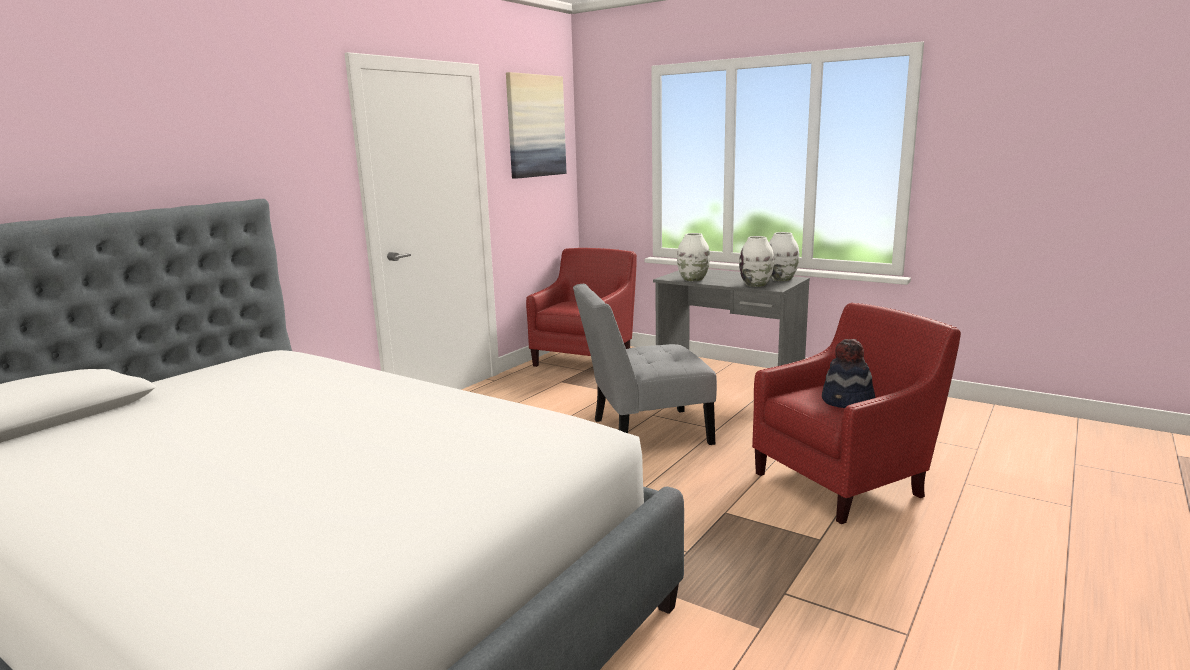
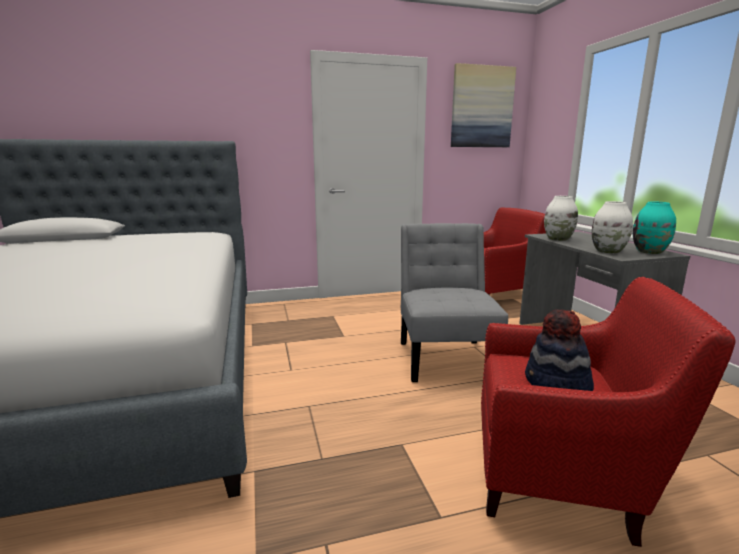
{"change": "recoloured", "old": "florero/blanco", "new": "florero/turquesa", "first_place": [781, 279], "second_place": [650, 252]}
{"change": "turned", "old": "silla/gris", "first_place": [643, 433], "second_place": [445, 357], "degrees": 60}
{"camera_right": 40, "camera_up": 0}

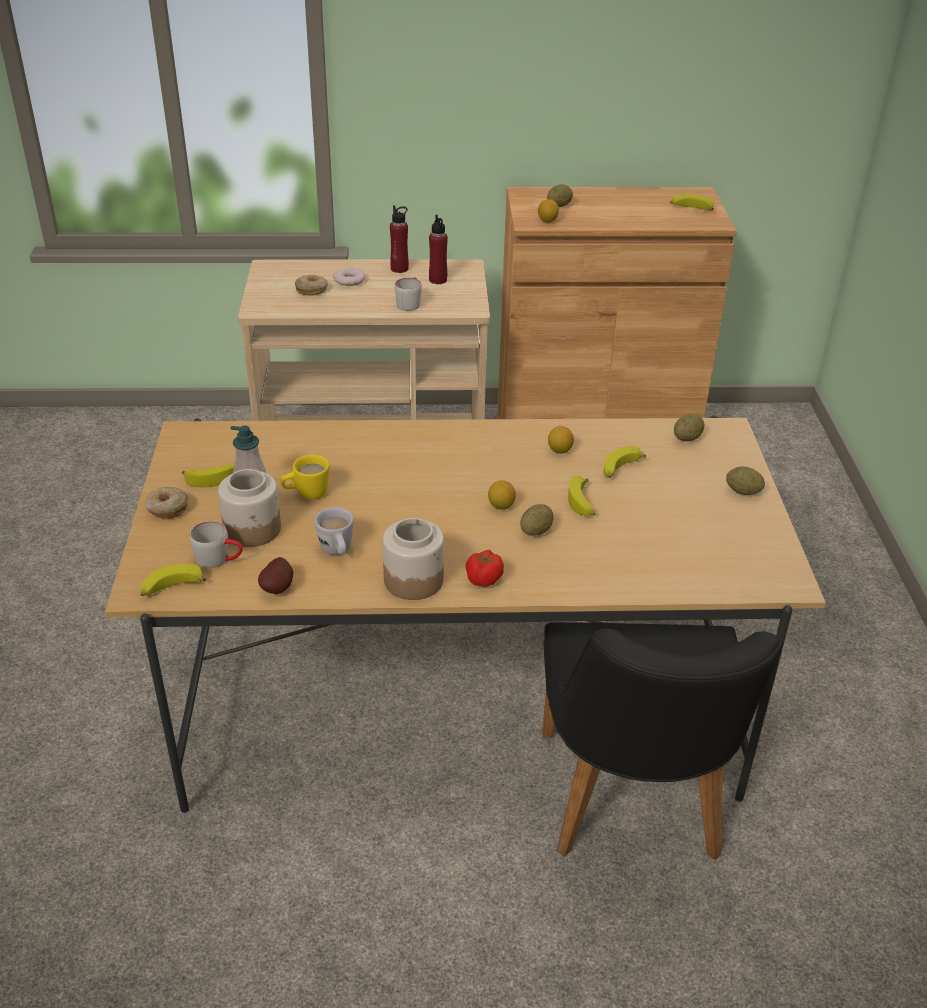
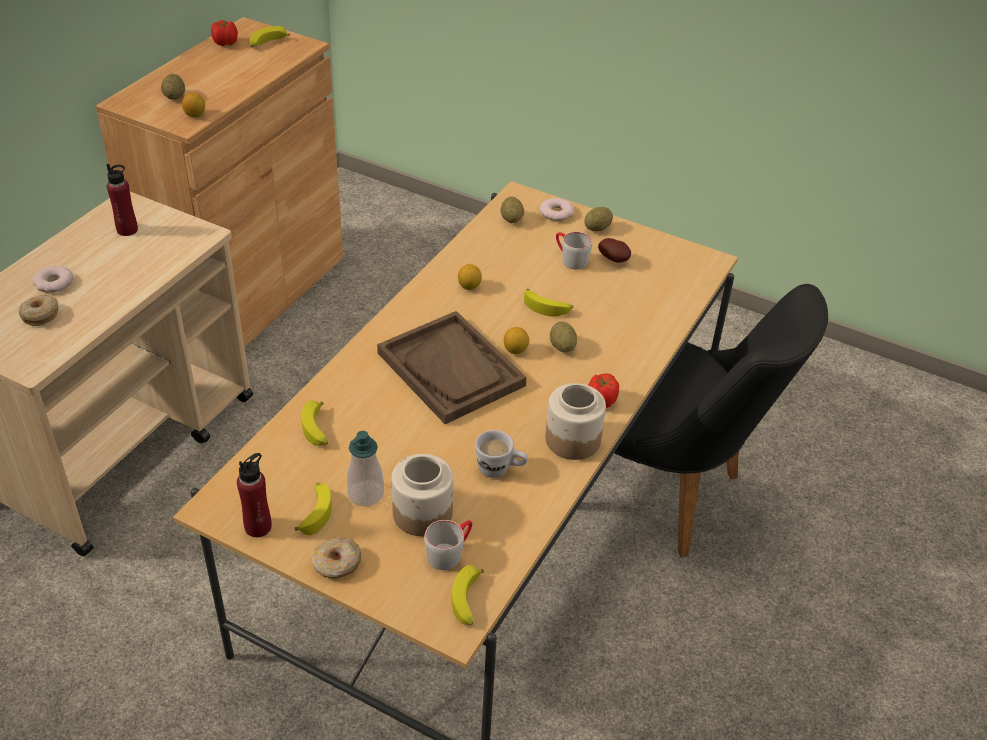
{"change": "moved", "old": "botella/rojo", "first_place": [399, 269], "second_place": [258, 527]}
{"change": "moved", "old": "taza grande/gris", "first_place": [409, 303], "second_place": [570, 259]}
{"change": "moved", "old": "plátano", "first_place": [620, 469], "second_place": [317, 429]}
{"change": "removed", "old": "taza grande/amarillo", "first_place": [306, 494]}
{"change": "moved", "old": "patata", "first_place": [279, 588], "second_place": [615, 260]}
{"change": "added", "new": "tomate", "second_place": [226, 43]}
{"change": "added", "new": "rosquilla", "second_place": [556, 213]}
{"change": "added", "new": "bandeja/marrón", "second_place": [451, 369]}
{"camera_right": -60, "camera_up": 5}

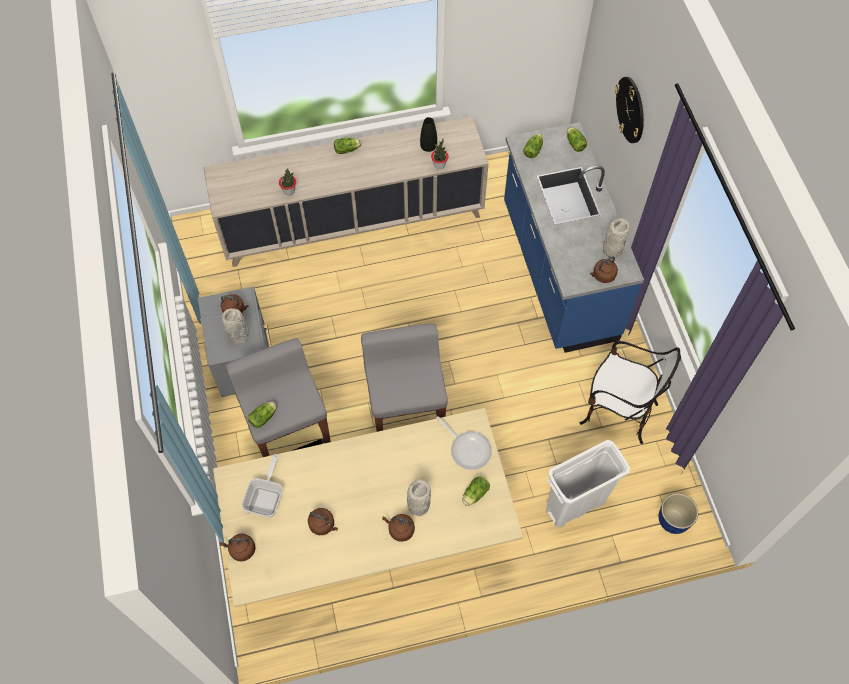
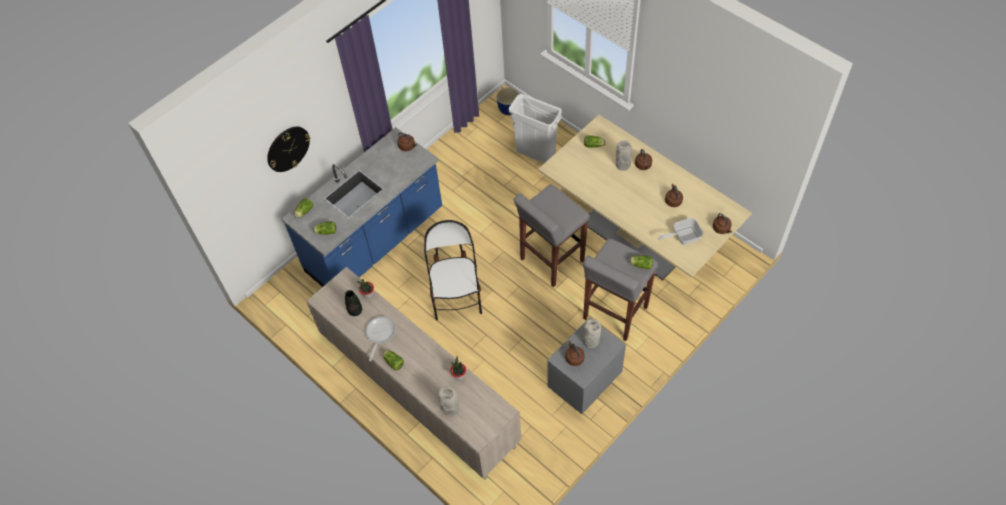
{"change": "moved", "old": "florero/gris", "first_place": [611, 250], "second_place": [451, 409]}
{"change": "moved", "old": "silla", "first_place": [618, 411], "second_place": [456, 297]}
{"change": "moved", "old": "sartén", "first_place": [468, 449], "second_place": [380, 334]}
{"camera_right": -120, "camera_up": -5}

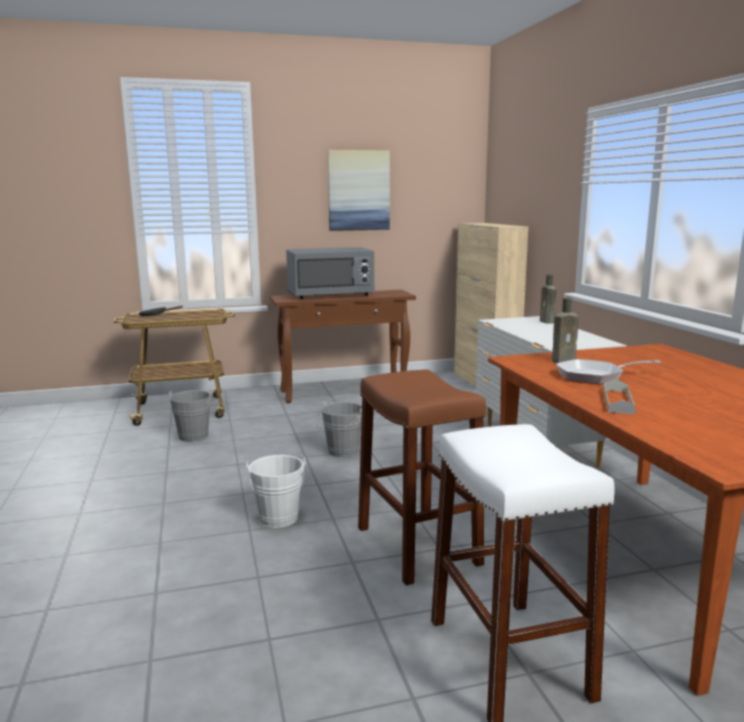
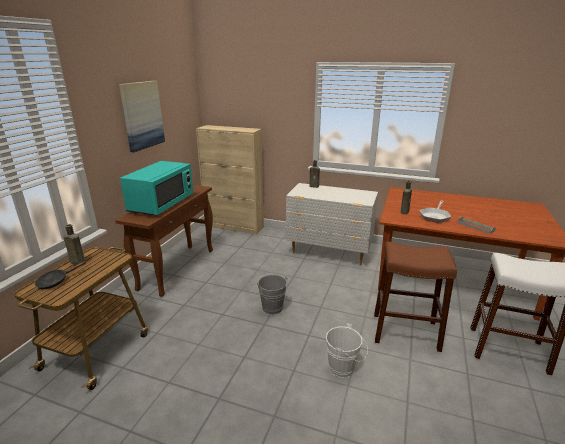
{"change": "recoloured", "old": "microondas/gris", "new": "microondas/turquesa", "first_place": [330, 295], "second_place": [161, 204]}
{"change": "removed", "old": "cubo/gris", "first_place": [195, 435]}
{"change": "added", "new": "botella/marrón", "second_place": [77, 262]}
{"camera_right": -55, "camera_up": 10}

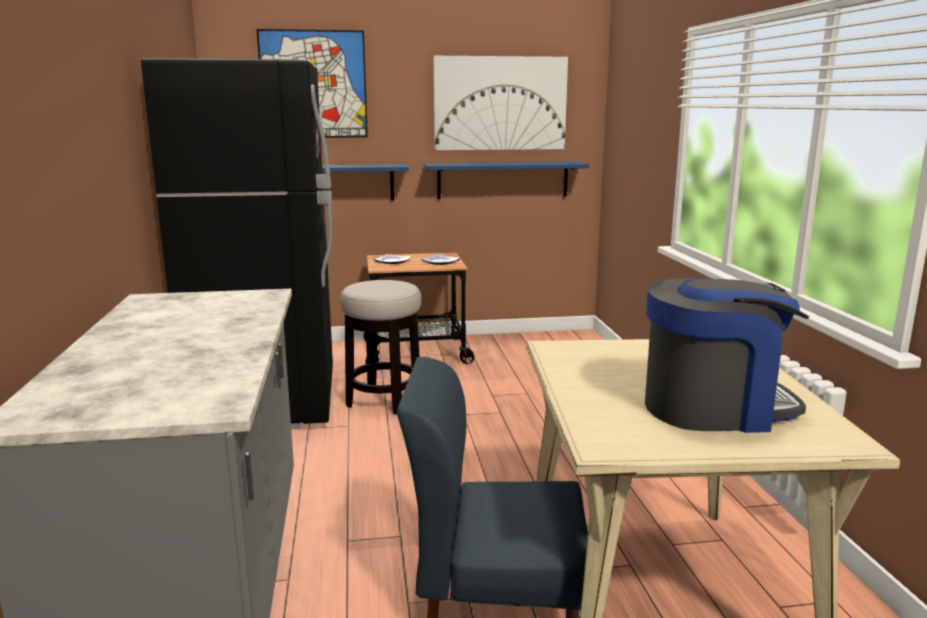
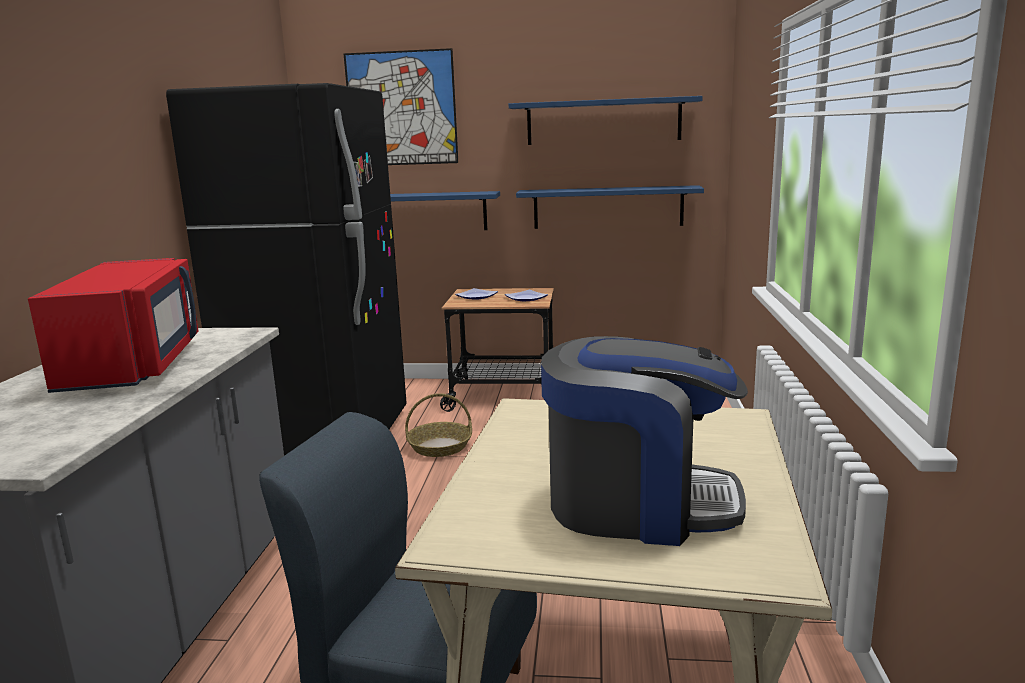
{"change": "replaced", "old": "cuadro", "new": "estante/azul", "first_place": [500, 103], "second_place": [603, 121]}
{"change": "replaced", "old": "taburete", "new": "cesta", "first_place": [384, 399], "second_place": [440, 446]}
{"change": "added", "new": "microondas/rojo", "second_place": [136, 365]}
{"camera_right": 15, "camera_up": 0}

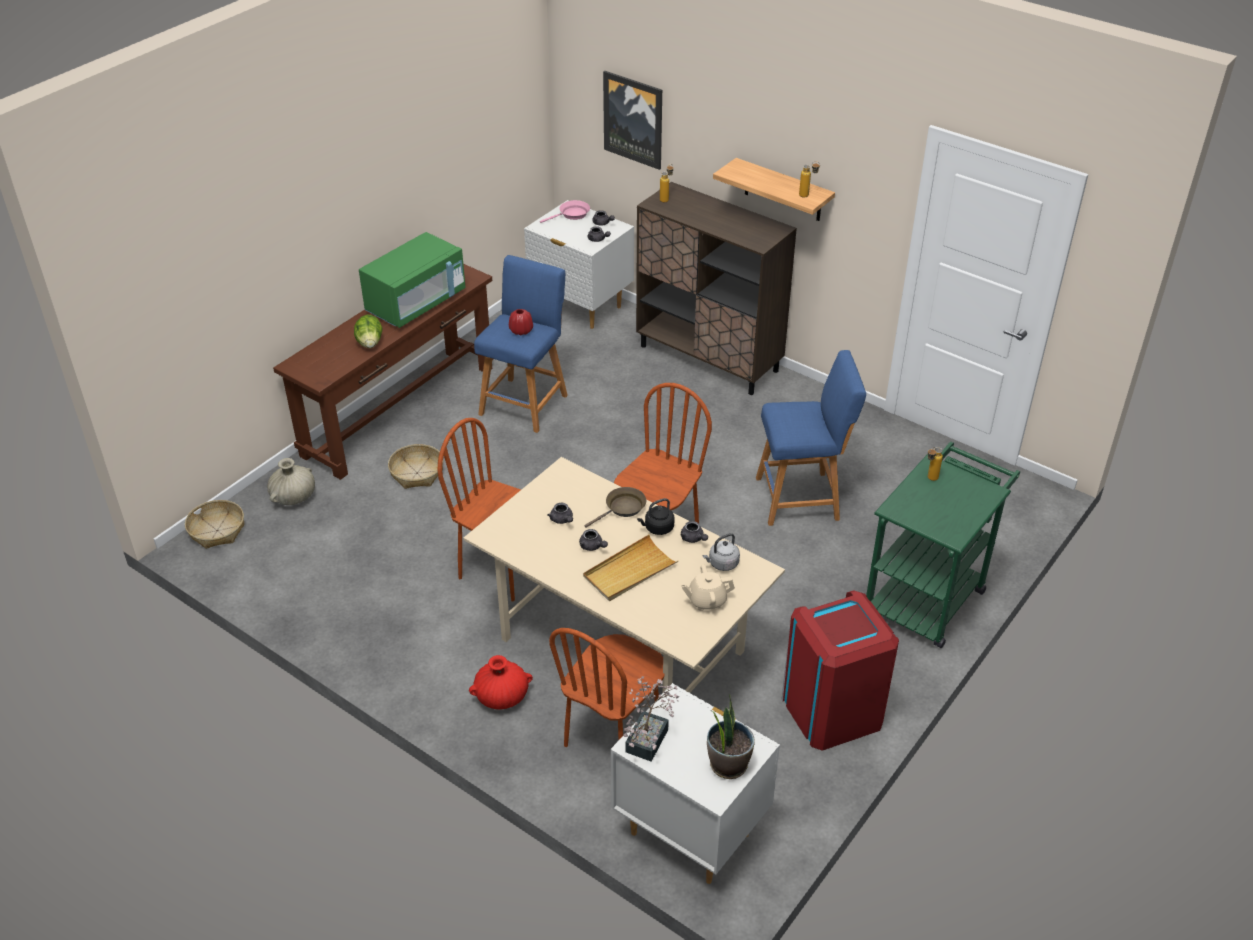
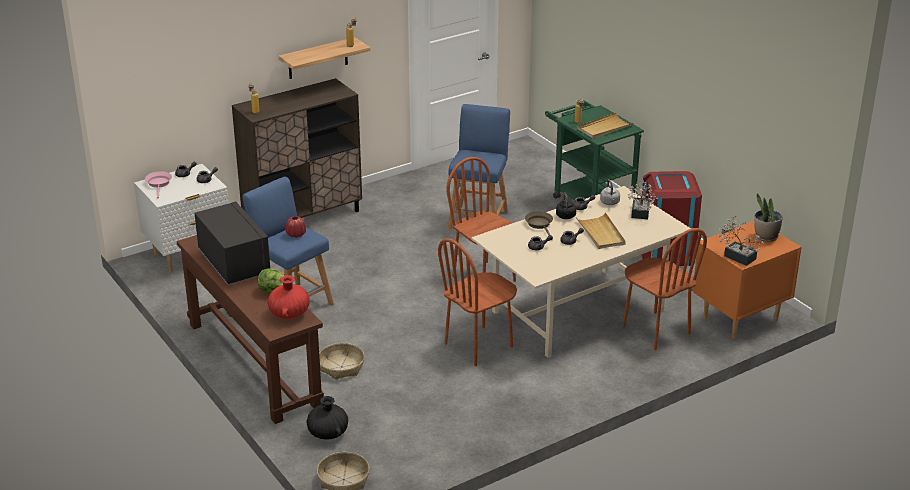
{"change": "removed", "old": "cuadro", "first_place": [633, 119]}
{"change": "recoloured", "old": "microondas/verde", "new": "microondas/negro", "first_place": [416, 303], "second_place": [234, 263]}
{"change": "recoloured", "old": "florero/beis", "new": "florero/negro", "first_place": [294, 497], "second_place": [328, 433]}
{"change": "replaced", "old": "tetera/beis", "new": "planta en maceta", "first_place": [706, 601], "second_place": [639, 214]}
{"change": "moved", "old": "florero/rojo", "first_place": [502, 697], "second_place": [289, 313]}
{"change": "recoloured", "old": "mesita de noche/blanco", "new": "mesita de noche/naranja", "first_place": [690, 833], "second_place": [739, 318]}
{"change": "added", "new": "bandeja/beis", "second_place": [604, 128]}
{"camera_right": -70, "camera_up": -10}

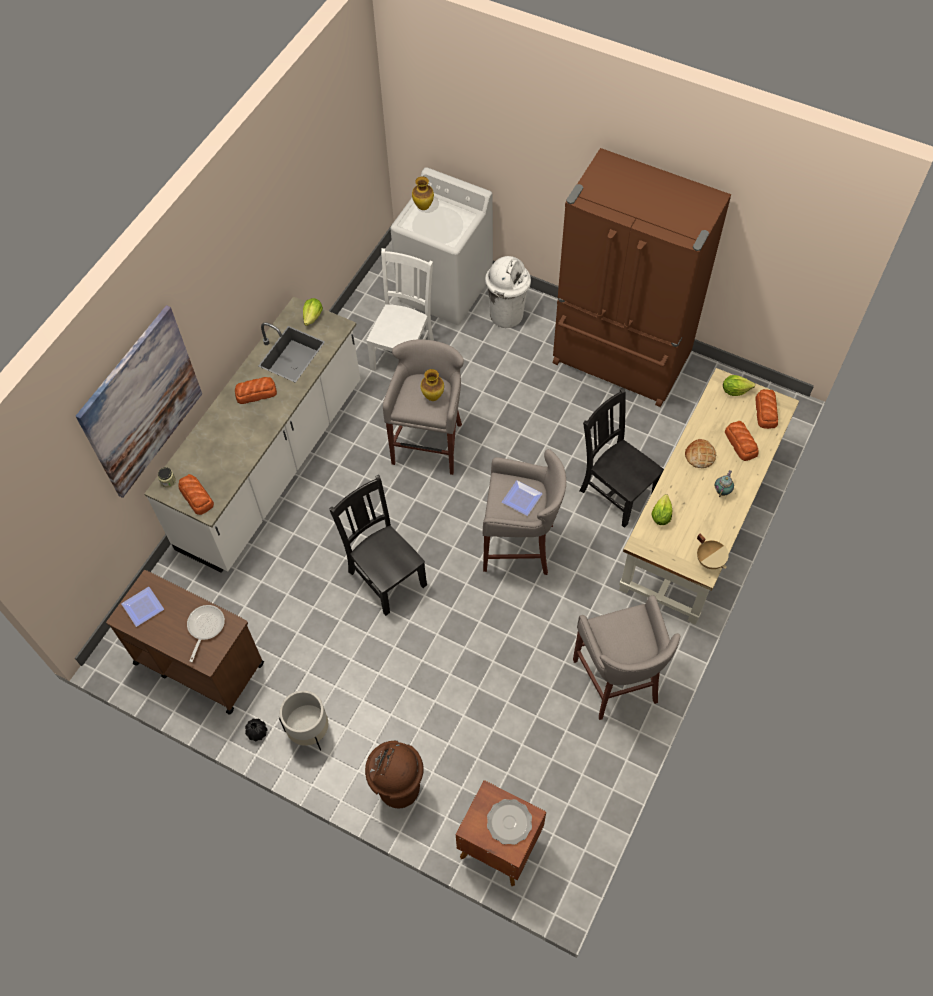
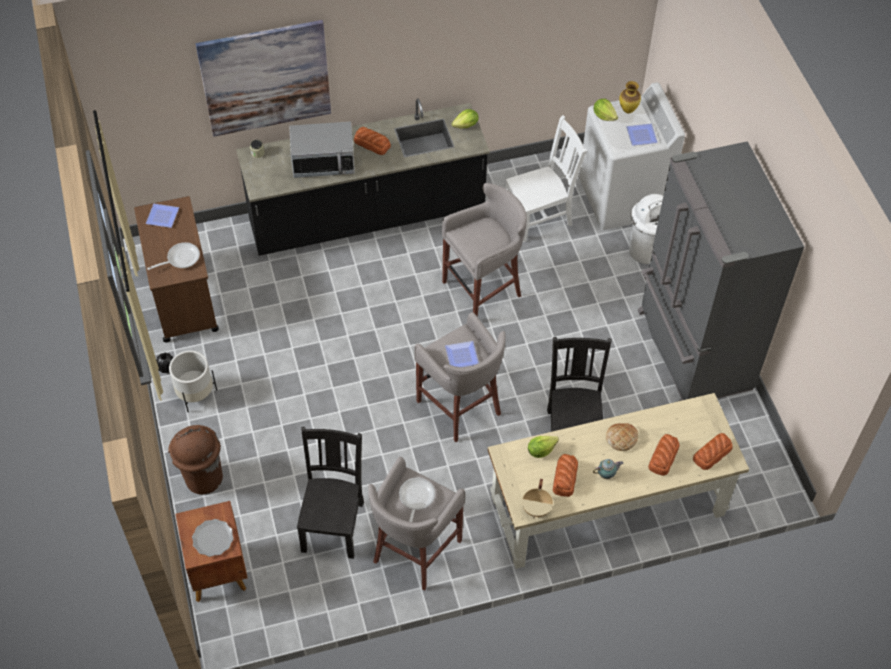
{"change": "recoloured", "old": "nevera/marrón", "new": "nevera/gris", "first_place": [620, 360], "second_place": [691, 351]}
{"change": "recoloured", "old": "mueble bajo de cocina/blanco", "new": "mueble bajo de cocina/negro", "first_place": [273, 466], "second_place": [367, 218]}
{"change": "removed", "old": "florero", "first_place": [433, 397]}
{"change": "moved", "old": "lechuga", "first_place": [735, 390], "second_place": [604, 116]}
{"change": "moved", "old": "pan", "first_place": [196, 497], "second_place": [564, 478]}
{"change": "moved", "old": "silla/negro", "first_place": [385, 576], "second_place": [333, 524]}
{"change": "added", "new": "microondas", "second_place": [323, 162]}
{"change": "added", "new": "plato", "second_place": [640, 135]}
{"change": "added", "new": "sartén", "second_place": [415, 499]}
{"camera_right": 45, "camera_up": -5}

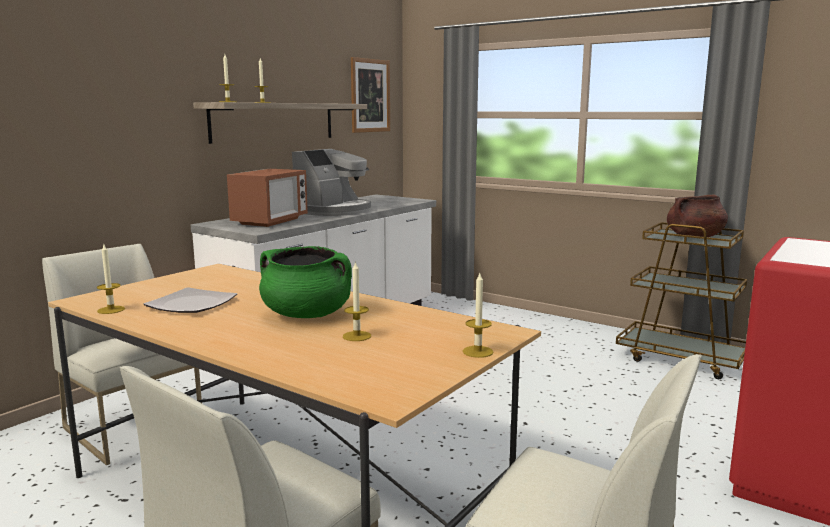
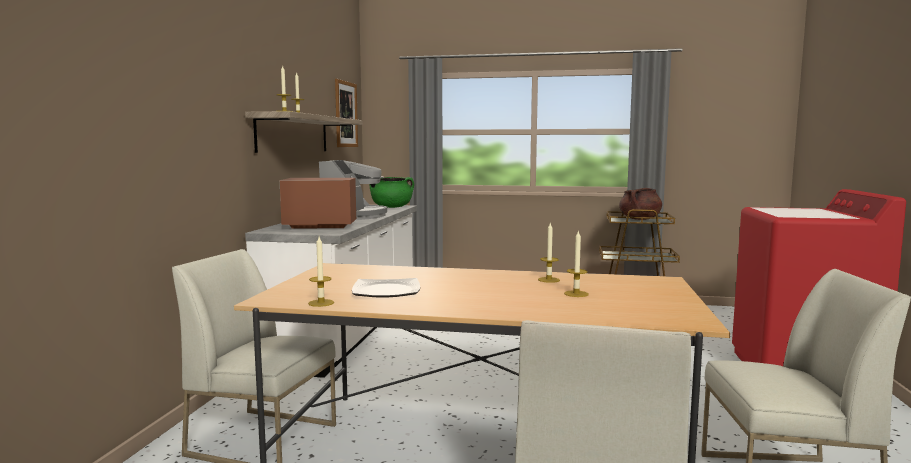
{"change": "turned", "old": "microondas", "first_place": [270, 221], "second_place": [320, 226], "degrees": -90}
{"change": "moved", "old": "olla/verde", "first_place": [307, 315], "second_place": [392, 207]}
{"change": "moved", "old": "vela", "first_place": [477, 351], "second_place": [549, 280]}
{"camera_right": -25, "camera_up": -5}

